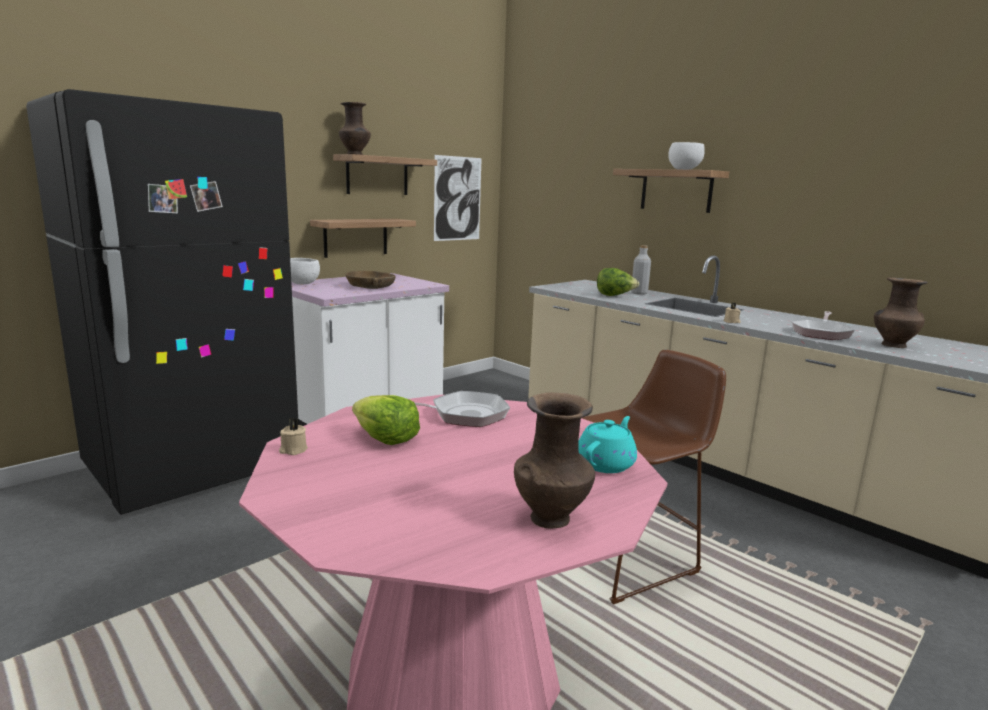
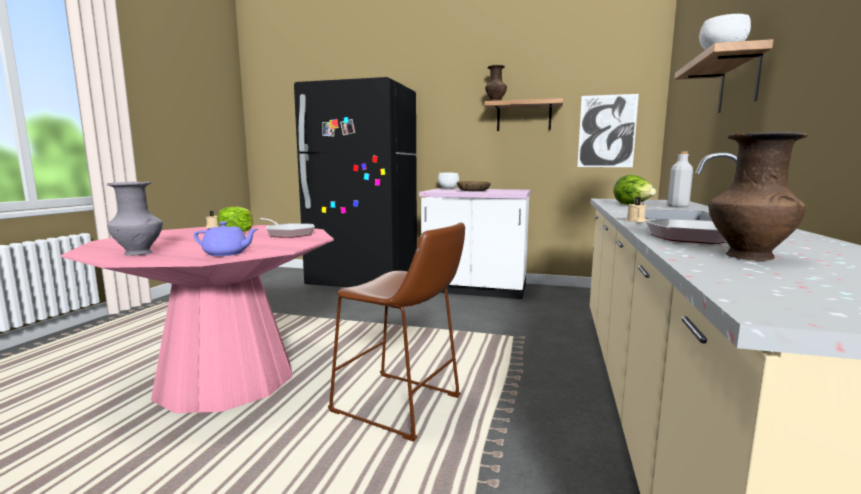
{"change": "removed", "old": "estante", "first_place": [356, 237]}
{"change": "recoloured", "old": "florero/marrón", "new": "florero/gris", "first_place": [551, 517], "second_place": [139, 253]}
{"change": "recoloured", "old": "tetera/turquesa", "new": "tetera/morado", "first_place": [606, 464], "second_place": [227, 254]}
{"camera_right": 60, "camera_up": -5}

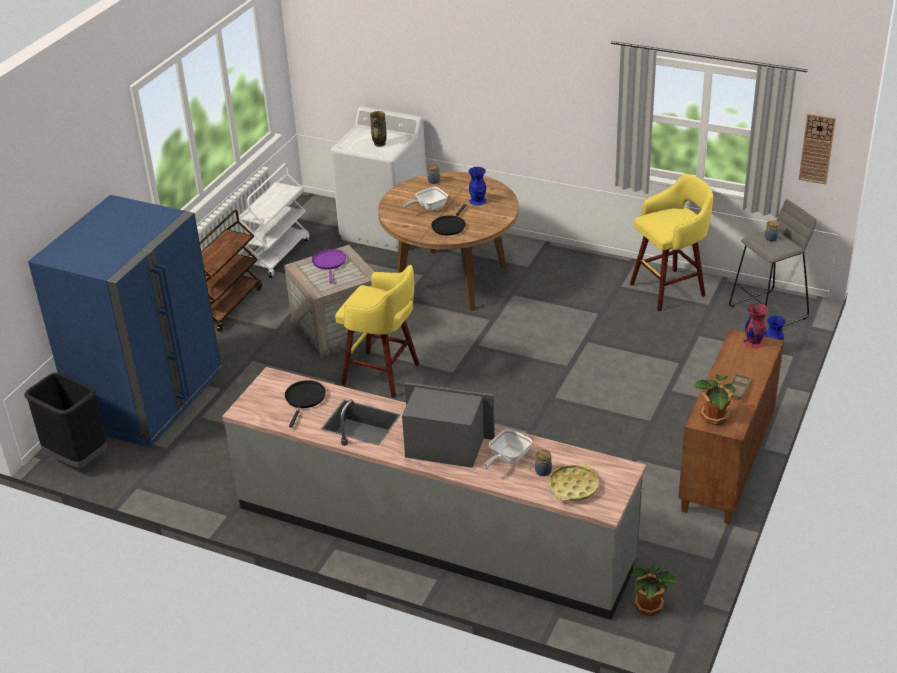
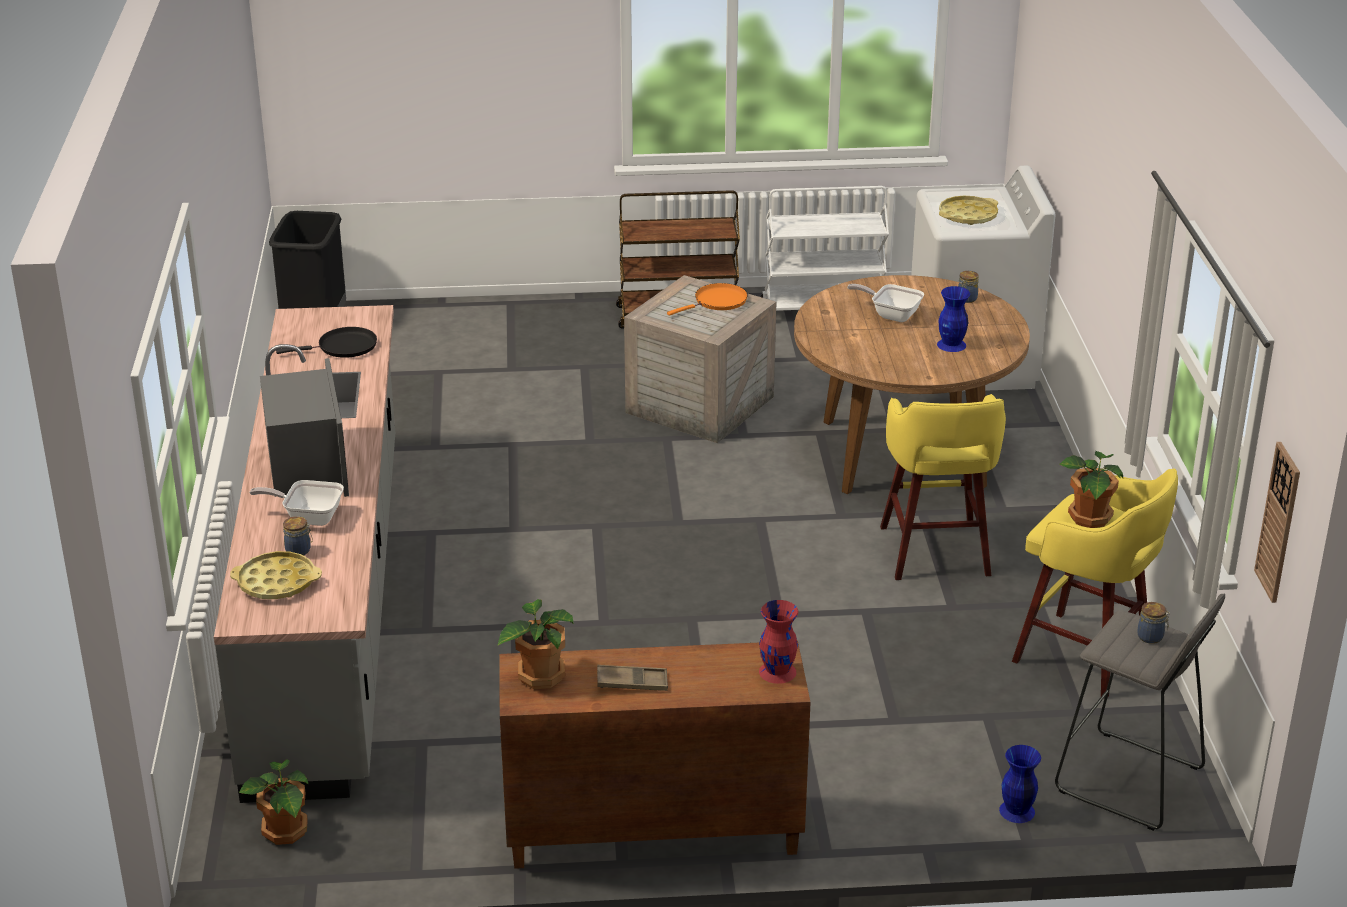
{"change": "replaced", "old": "florero", "new": "bandeja/amarillo", "first_place": [379, 144], "second_place": [967, 215]}
{"change": "removed", "old": "nevera/azul", "first_place": [149, 399]}
{"change": "removed", "old": "sartén/negro", "first_place": [449, 226]}
{"change": "recoloured", "old": "sartén/morado", "new": "sartén/naranja", "first_place": [329, 263], "second_place": [717, 302]}
{"change": "moved", "old": "taburete/amarillo", "first_place": [383, 375], "second_place": [935, 553]}
{"change": "added", "new": "planta en maceta", "second_place": [1088, 518]}
{"camera_right": 60, "camera_up": -5}

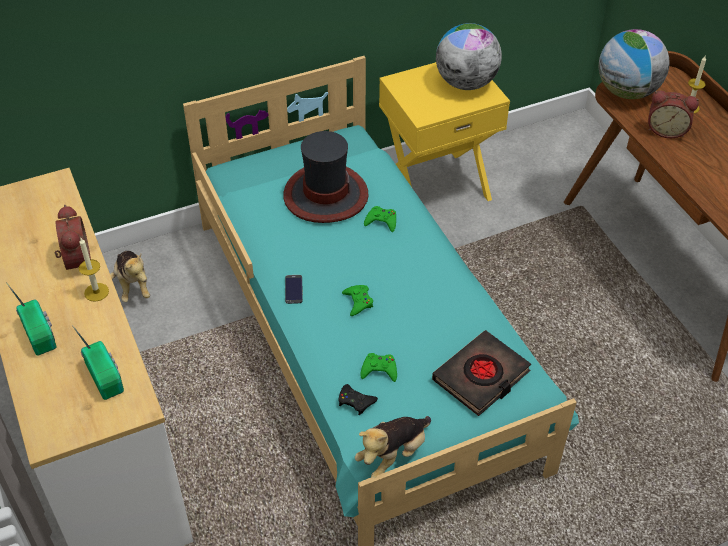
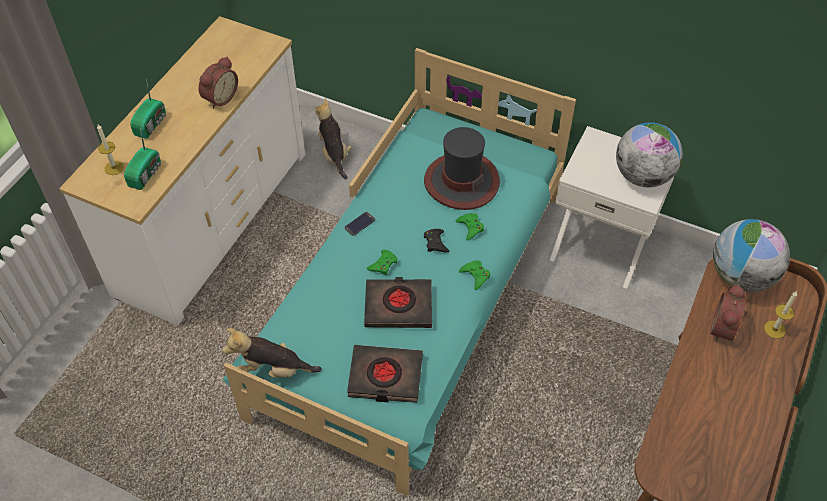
{"change": "recoloured", "old": "mesita de noche/amarillo", "new": "mesita de noche/blanco", "first_place": [435, 185], "second_place": [600, 245]}
{"change": "turned", "old": "despertador", "first_place": [666, 130], "second_place": [725, 329], "degrees": 45}
{"change": "moved", "old": "vela", "first_place": [96, 292], "second_place": [114, 168]}
{"change": "turned", "old": "peluche", "first_place": [133, 285], "second_place": [334, 154], "degrees": 135}
{"change": "moved", "old": "mando de consola/verde", "first_place": [379, 370], "second_place": [475, 276]}
{"change": "moved", "old": "mando de consola/negro", "first_place": [355, 401], "second_place": [435, 243]}
{"change": "added", "new": "libro/negro", "second_place": [398, 306]}
{"camera_right": 50, "camera_up": 5}

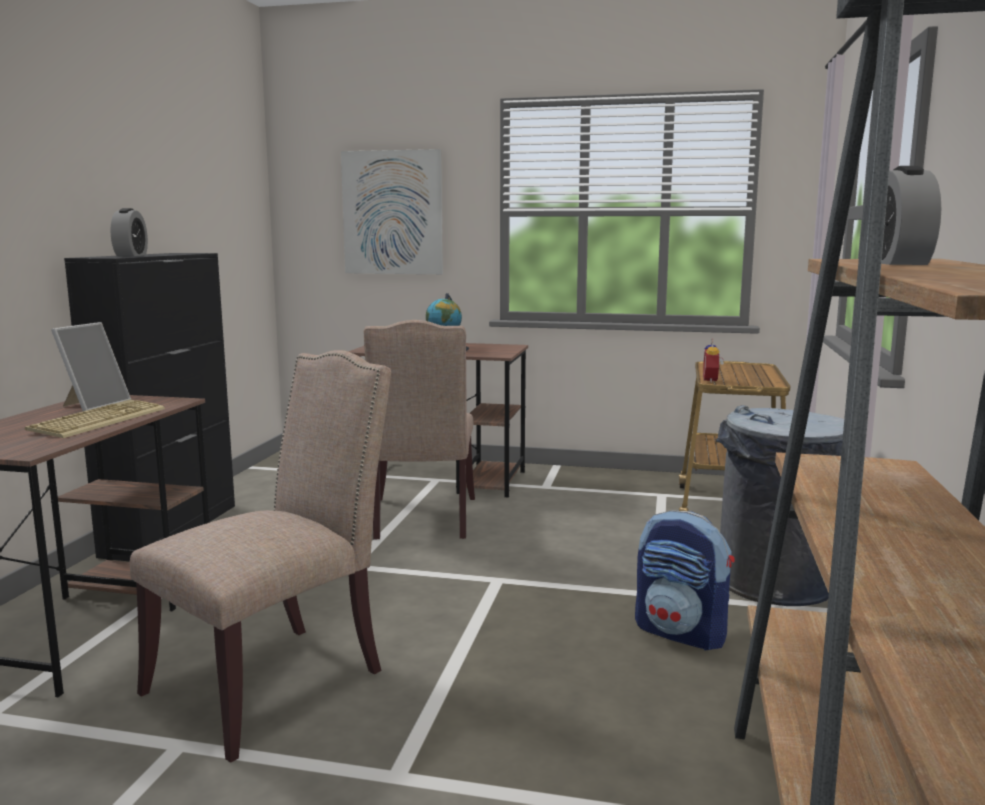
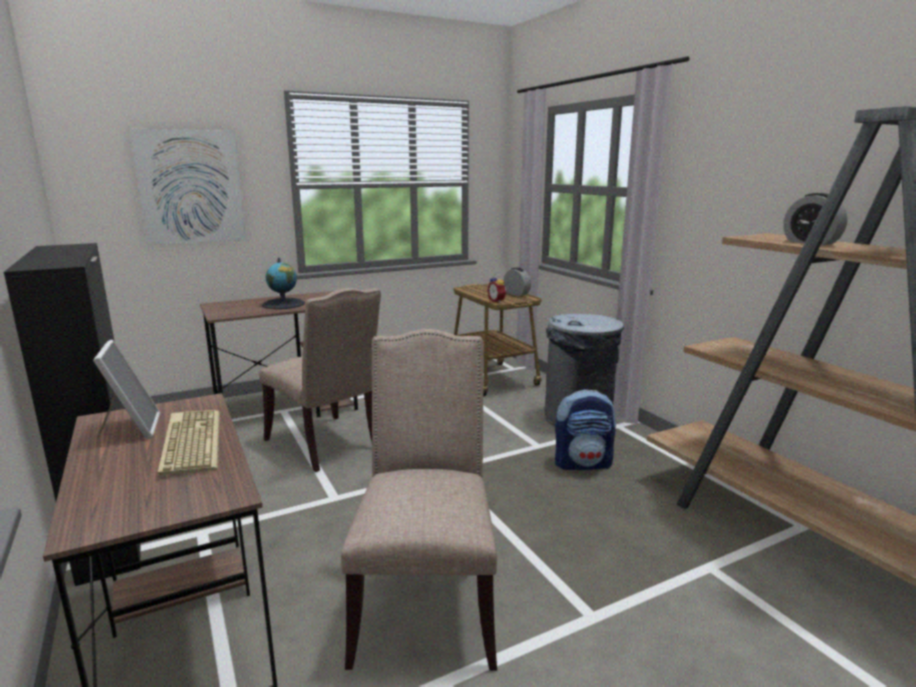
{"change": "moved", "old": "despertador", "first_place": [131, 255], "second_place": [516, 294]}
{"camera_right": -40, "camera_up": 5}

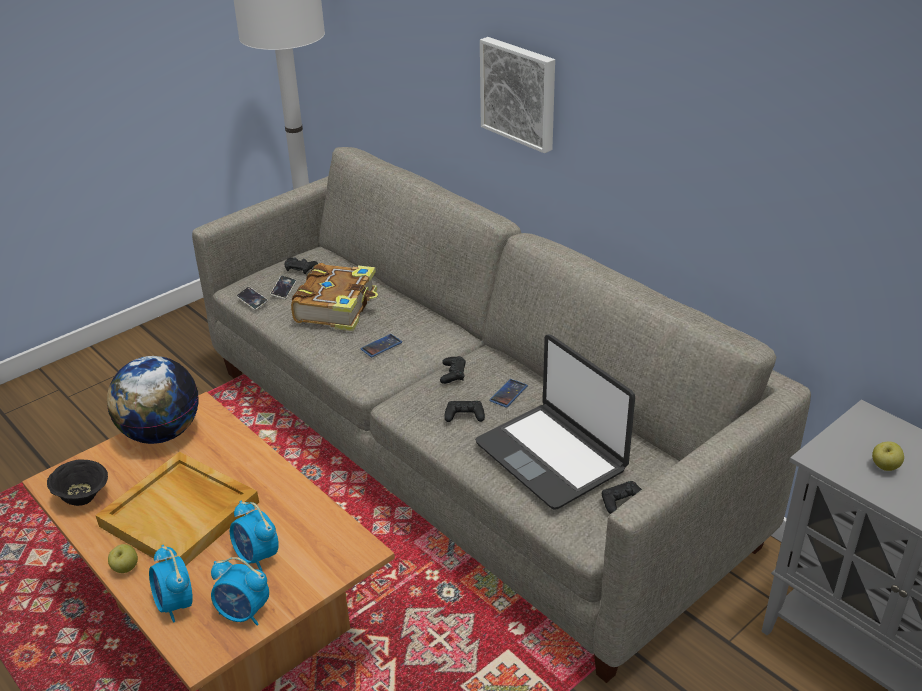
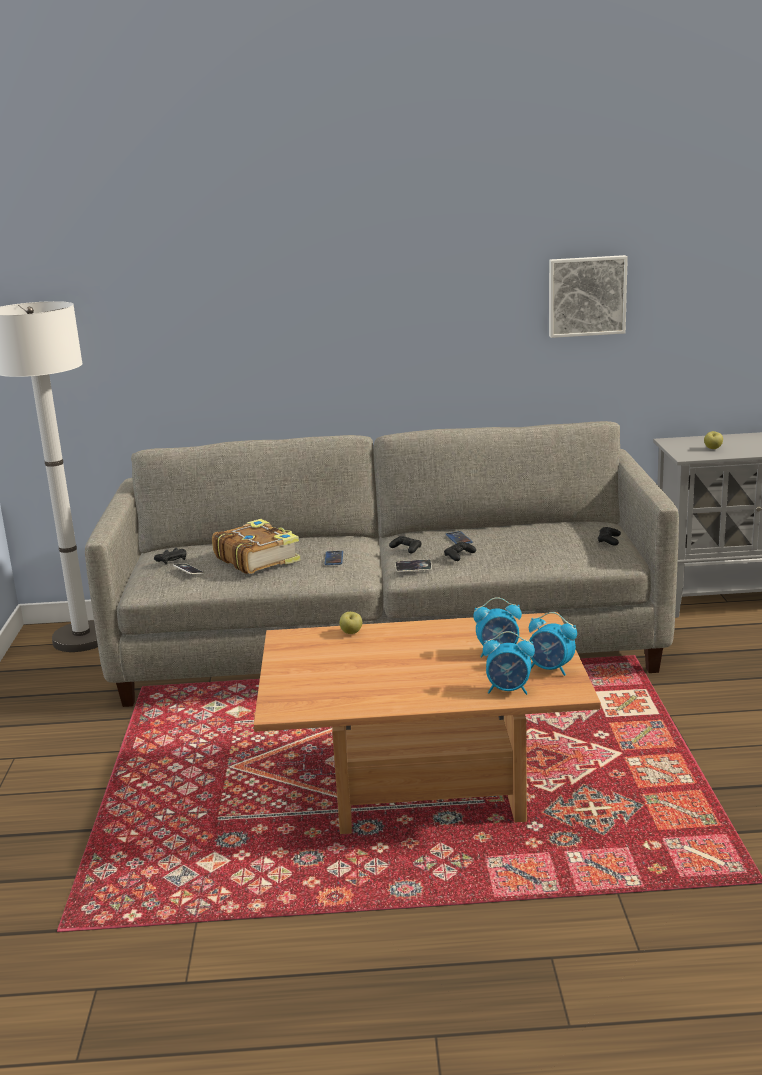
{"change": "moved", "old": "cuadro", "first_place": [520, 93], "second_place": [586, 296]}
{"change": "moved", "old": "móvil", "first_place": [252, 300], "second_place": [413, 568]}
{"change": "removed", "old": "portátil", "first_place": [552, 456]}
{"change": "removed", "old": "globo terráqueo", "first_place": [161, 433]}
{"change": "removed", "old": "bandeja/beis", "first_place": [181, 514]}
{"change": "removed", "old": "cuenco/negro", "first_place": [83, 497]}
{"change": "moved", "old": "manzana", "first_place": [126, 568], "second_place": [351, 633]}
{"change": "turned", "old": "despertador", "first_place": [243, 613], "second_place": [551, 669], "degrees": 60}
{"camera_right": -50, "camera_up": -15}

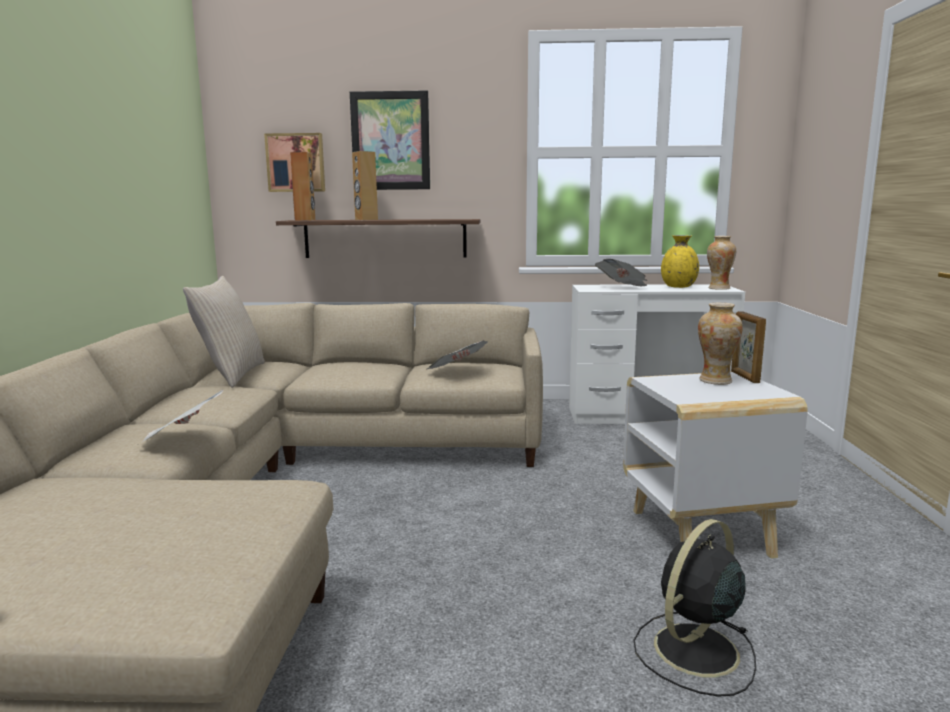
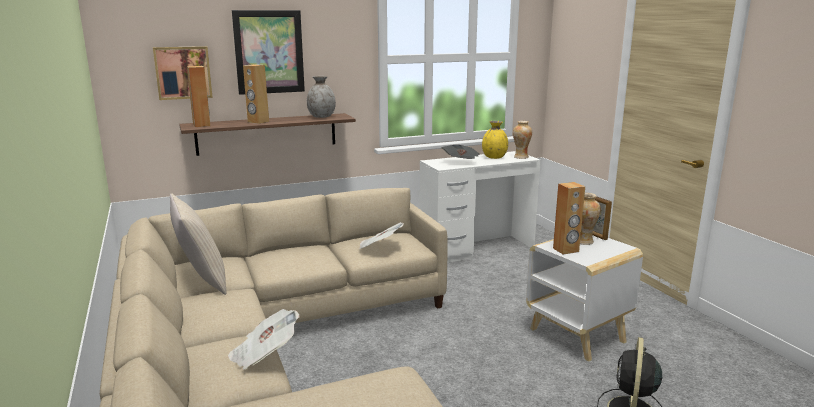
{"change": "added", "new": "florero/gris", "second_place": [321, 117]}
{"change": "added", "new": "altavoz/marrón", "second_place": [566, 250]}
{"camera_right": -25, "camera_up": 5}

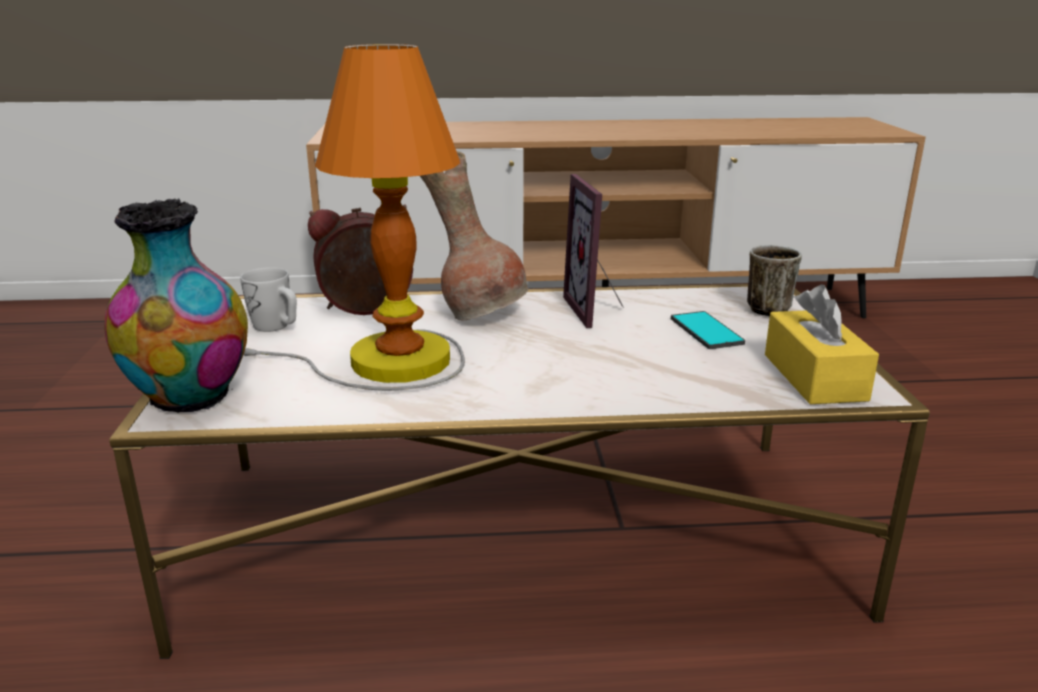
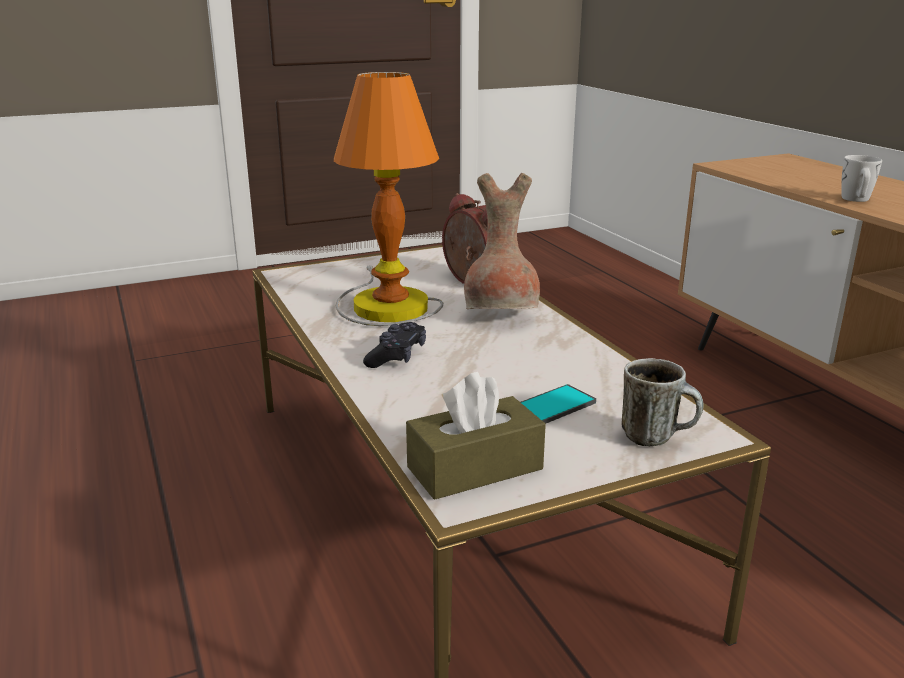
{"change": "removed", "old": "portarretratos", "first_place": [598, 310]}
{"change": "removed", "old": "florero", "first_place": [190, 399]}
{"change": "moved", "old": "taza grande/blanco", "first_place": [276, 327], "second_place": [856, 200]}
{"change": "recoloured", "old": "caja de pañuelos/amarillo", "new": "caja de pañuelos/marrón", "first_place": [814, 377], "second_place": [475, 468]}
{"change": "added", "new": "mando de consola/negro", "second_place": [397, 356]}
{"camera_right": 70, "camera_up": 0}

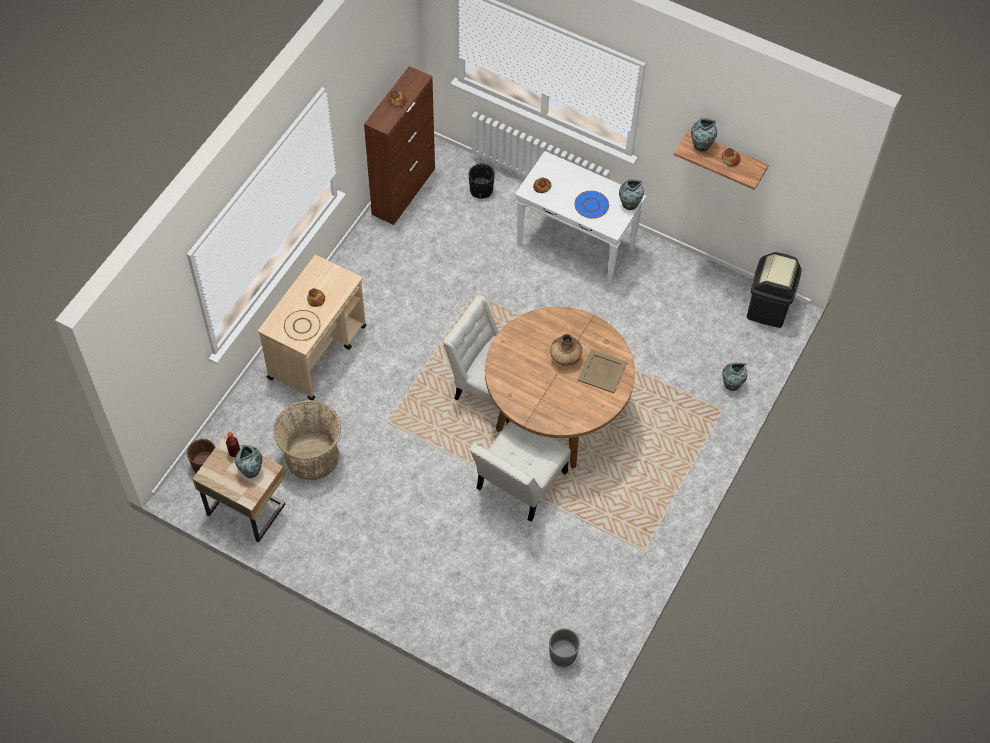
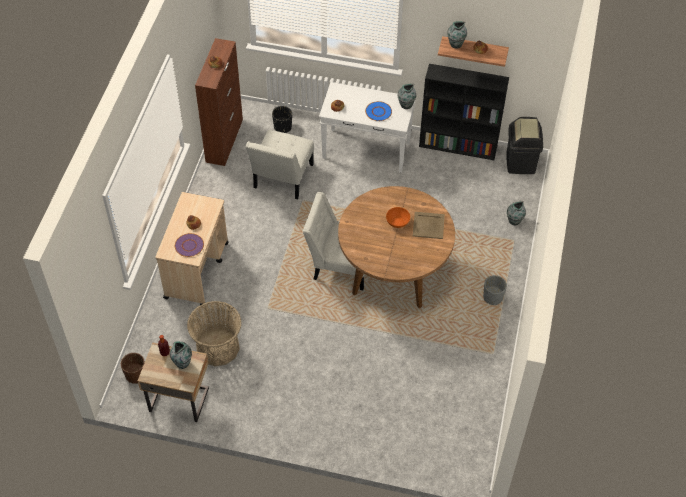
{"change": "recoloured", "old": "plato/beis", "new": "plato/morado", "first_place": [302, 326], "second_place": [189, 245]}
{"change": "replaced", "old": "florero/marrón", "new": "cuenco/naranja", "first_place": [565, 357], "second_place": [397, 222]}
{"change": "moved", "old": "silla/blanco", "first_place": [518, 484], "second_place": [282, 179]}
{"change": "moved", "old": "maceta/gris", "first_place": [563, 654], "second_place": [493, 297]}
{"change": "added", "new": "estantería/negro", "second_place": [459, 146]}
{"camera_right": -15, "camera_up": -5}

